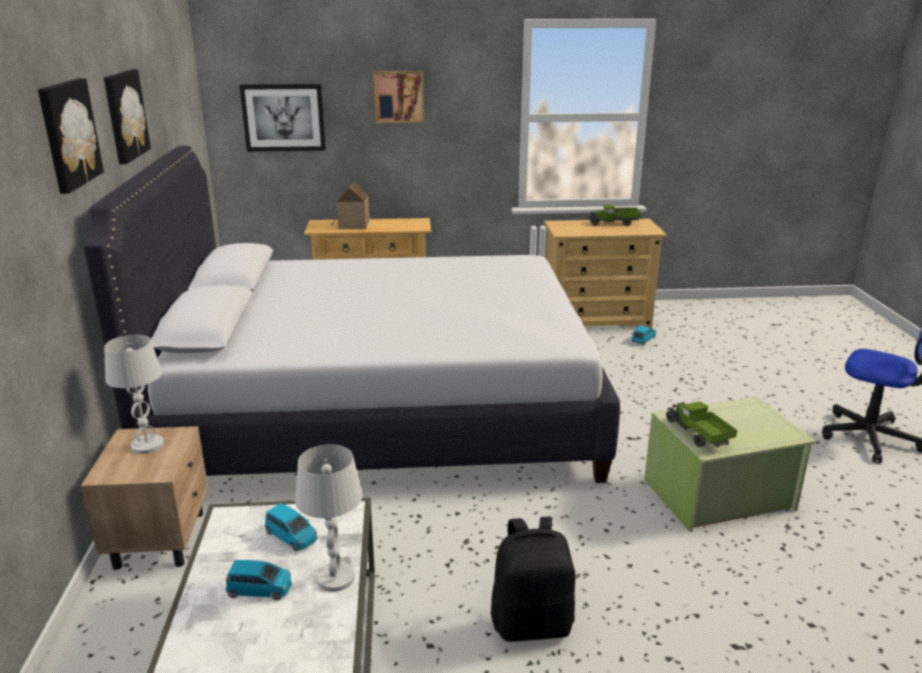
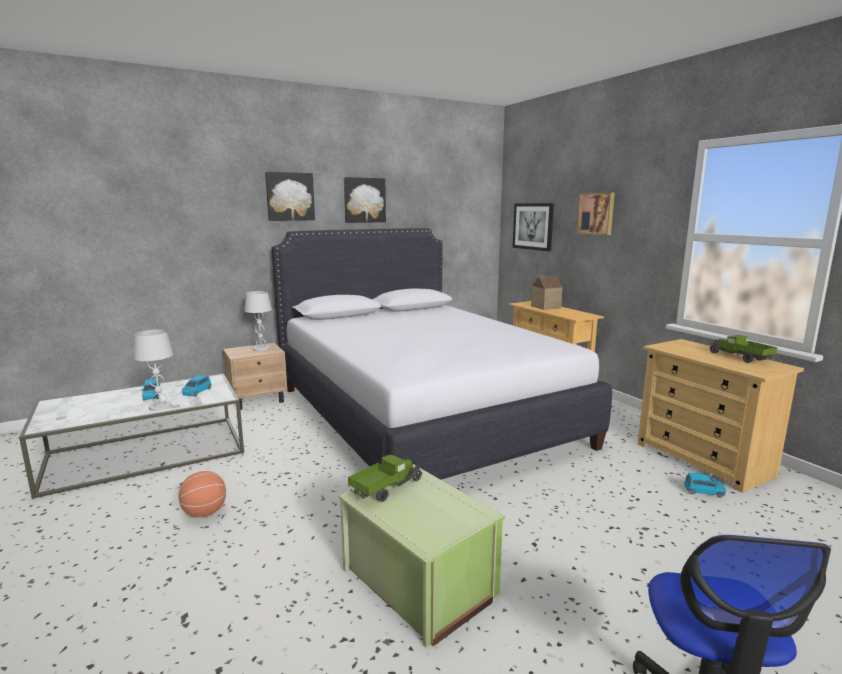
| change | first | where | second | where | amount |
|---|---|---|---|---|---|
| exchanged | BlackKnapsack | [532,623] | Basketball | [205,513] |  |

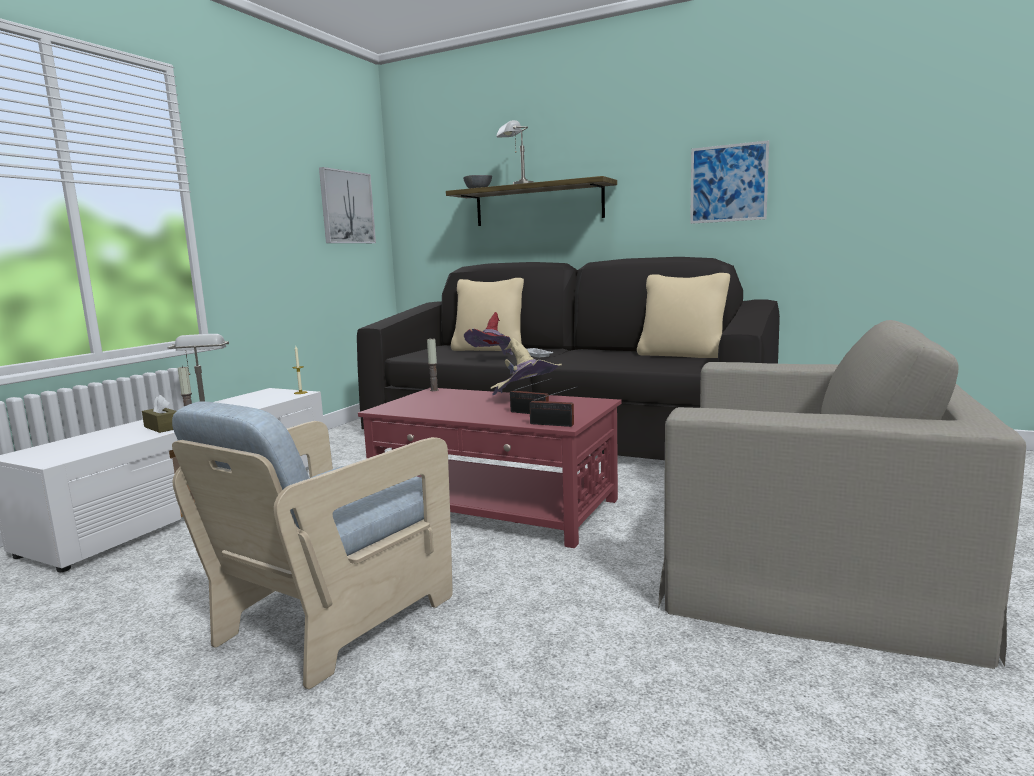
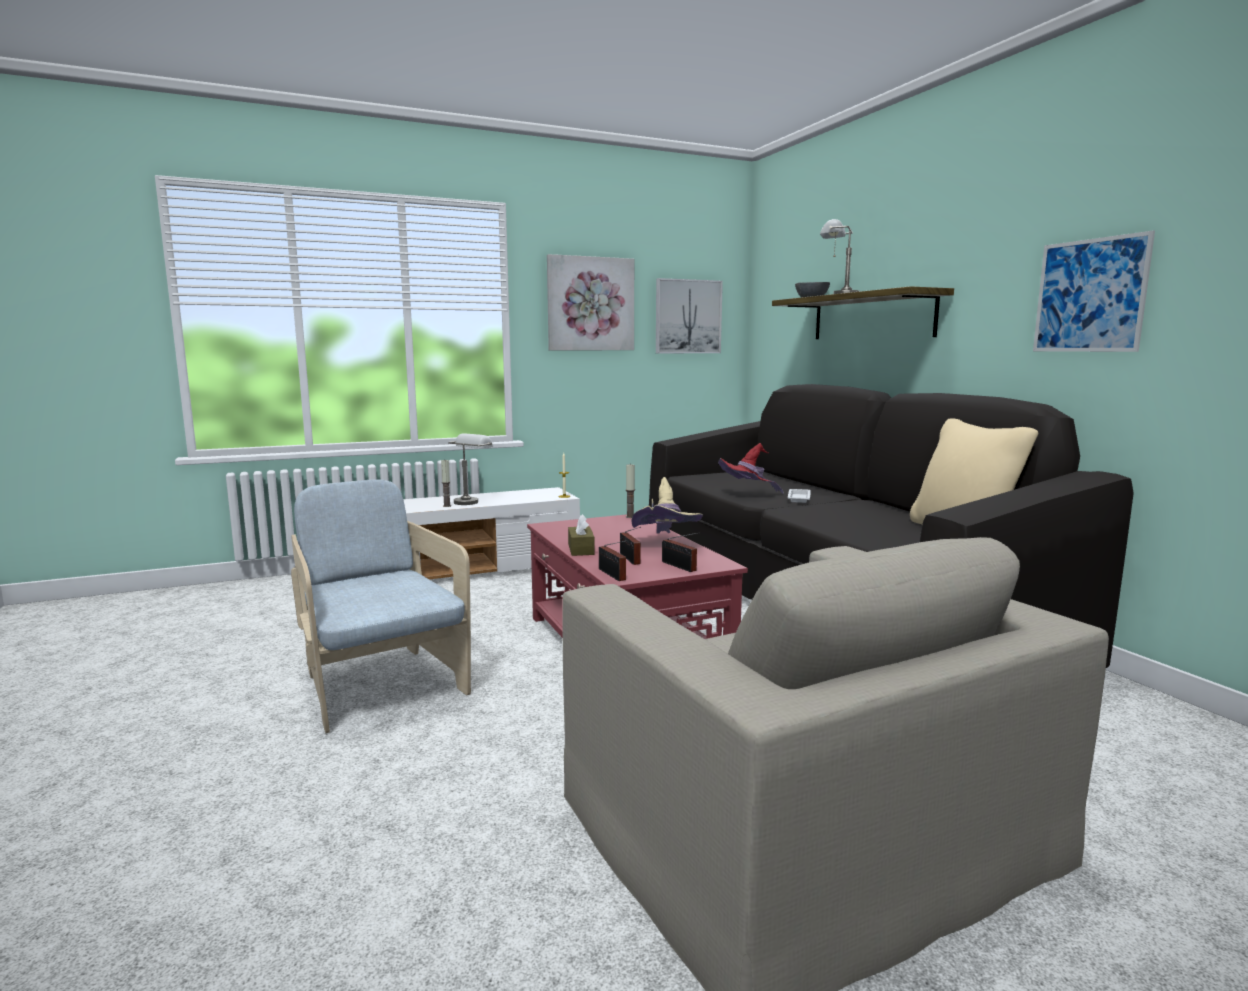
| change | first | where | second | where | amount |
|---|---|---|---|---|---|
| missing | BeigeColouredPillow | [489,349] |  |  |  |
| appeared |  |  | Picture | [590,304] |  |
| appeared |  |  | Radio | [680,567] |  |
| relocated | BrownTissueHolder | [162,427] |  | [581,549] |  |
| spun | BeigeColouredArmchair | [335,617] |  | [381,685] | 75 degrees clockwise |

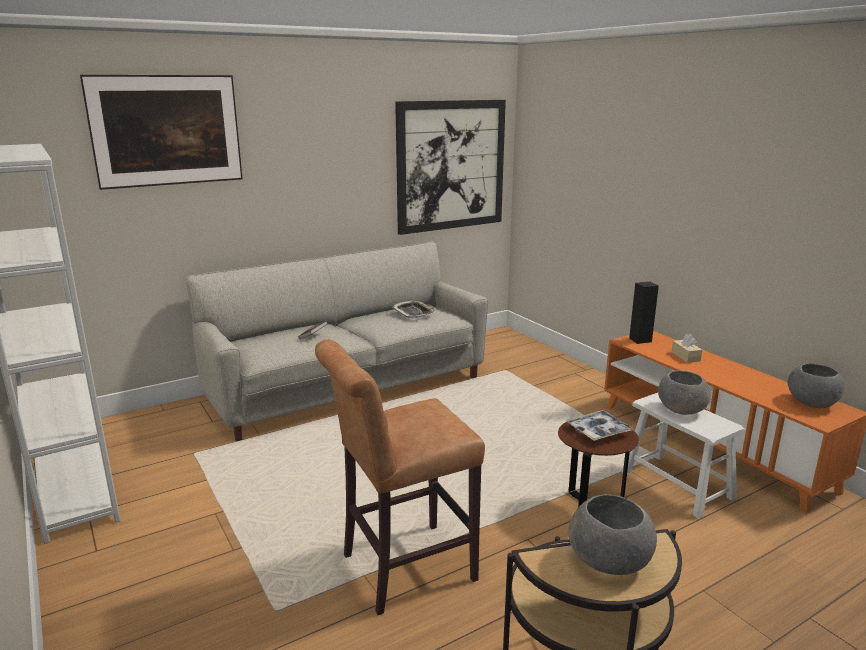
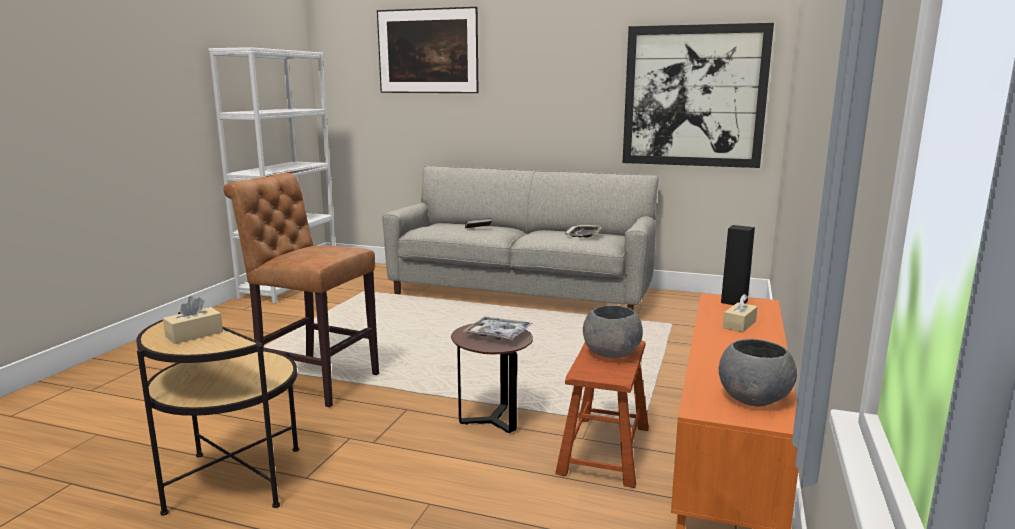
| change | first | where | second | where | amount |
|---|---|---|---|---|---|
| exchanged | GreyBowl | [607,561] | BeigeColouredTissueHolder | [194,334] |  |
| colour | WhitishStoolSeat | [677,484] | BrownStoolSeat | [604,449] |  |

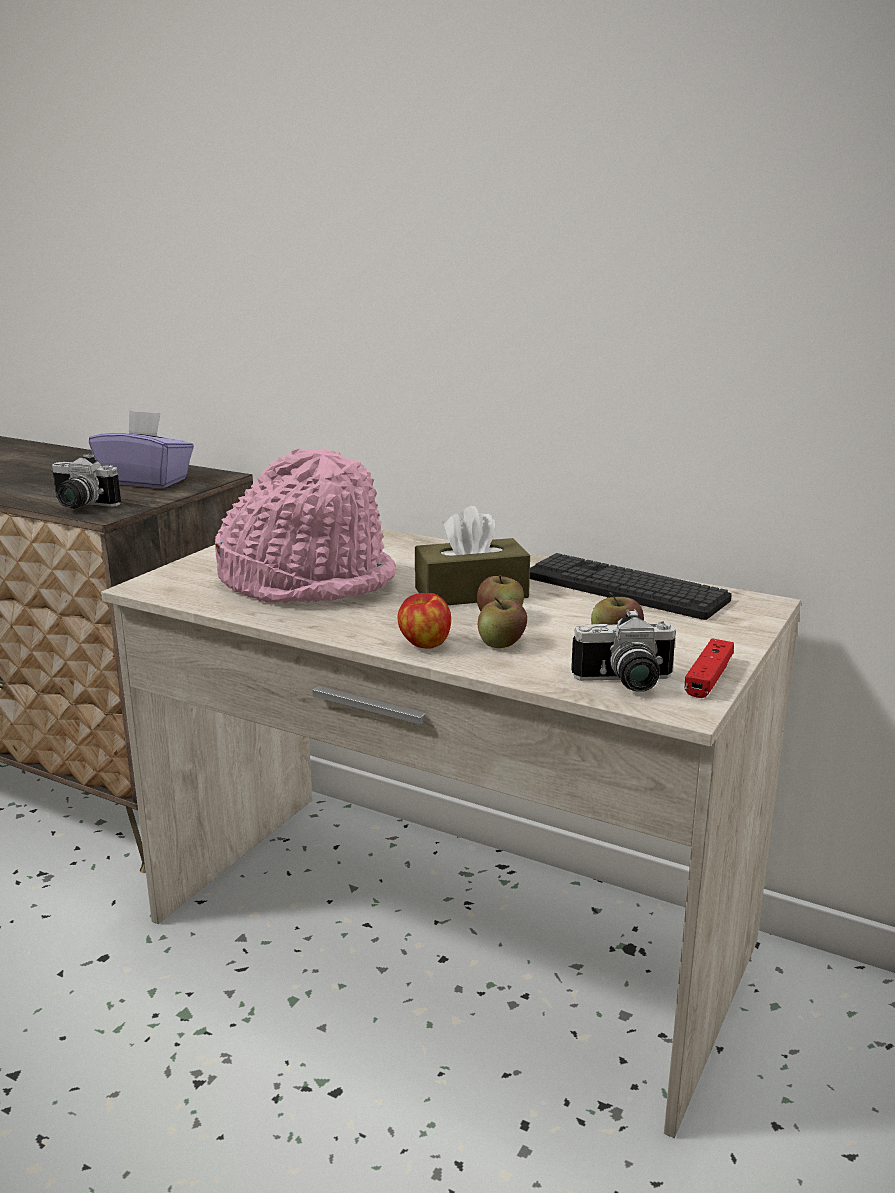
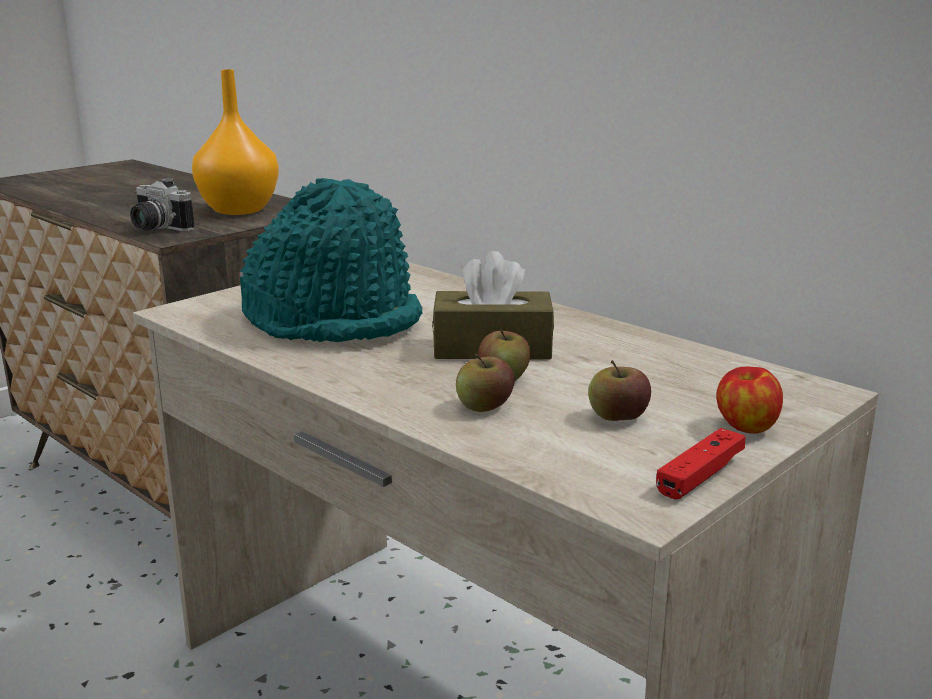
| change | first | where | second | where | amount |
|---|---|---|---|---|---|
| missing | Keyboard | [625,588] |  |  |  |
| missing | PhotoCamera | [626,683] |  |  |  |
| relocated | Apple | [424,644] |  | [745,427] |  |
| exchanged | PurpleColouredTissueHolder | [146,481] | OrangeyVase | [237,210] |  |
| colour | PinkHat | [309,581] | TurquoiseColouredHat | [334,320] |  |

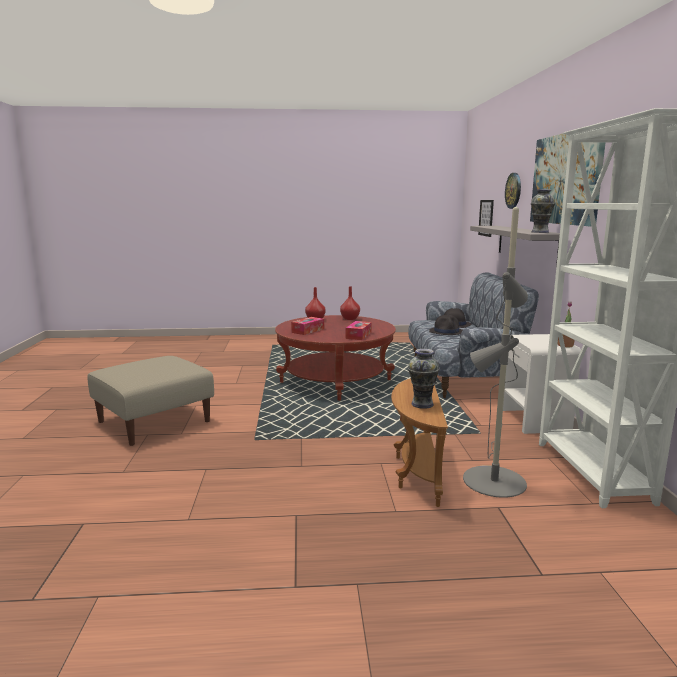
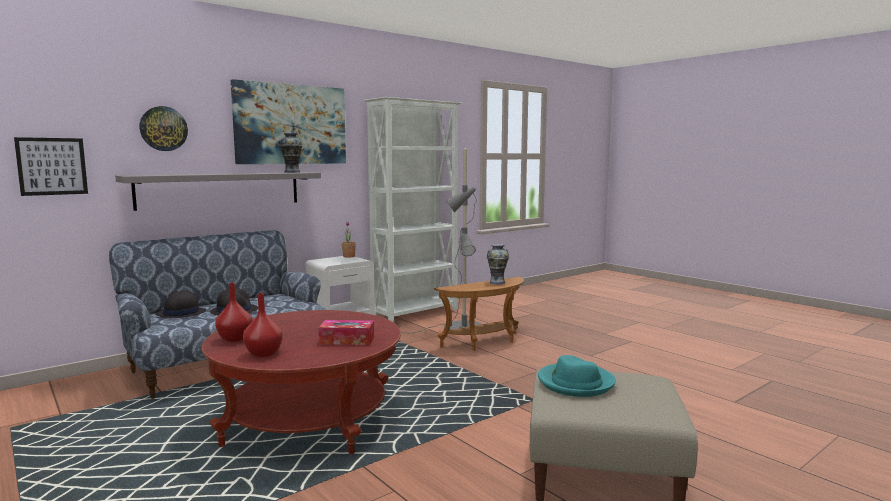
| change | first | where | second | where | amount |
|---|---|---|---|---|---|
| missing | TissueHolder | [358,335] |  |  |  |
| appeared |  |  | TurquoiseColouredHat | [575,383] |  |

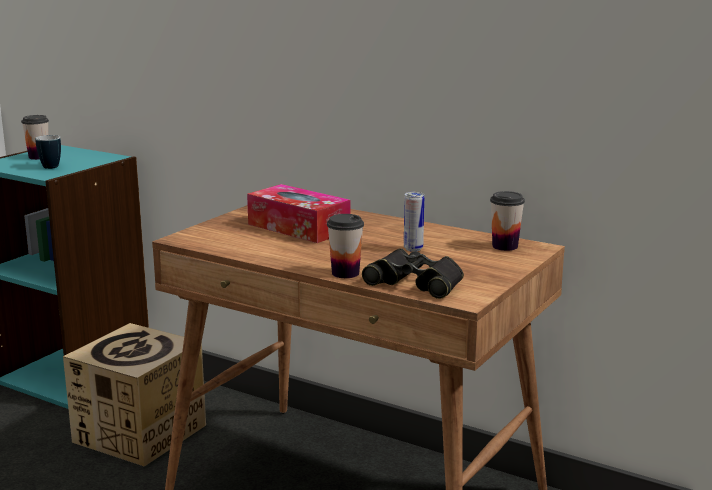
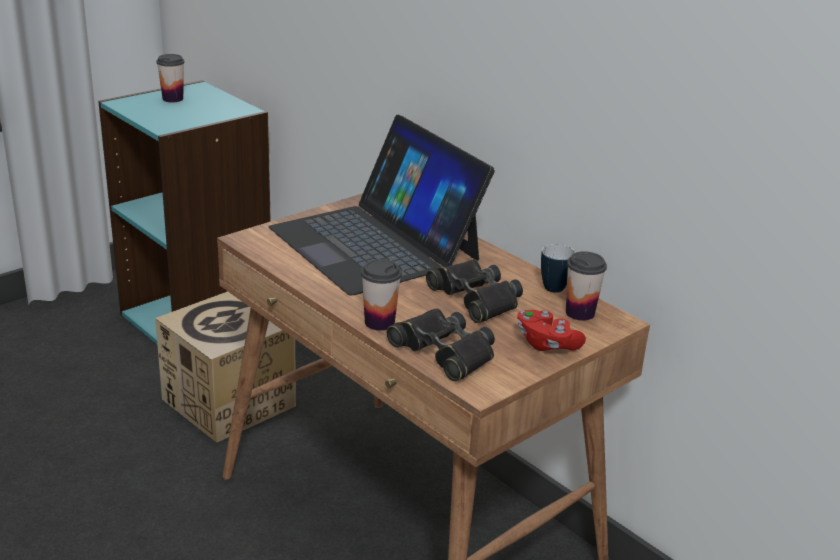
| change | first | where | second | where | amount |
|---|---|---|---|---|---|
| appeared |  |  | RedColouredJoypad | [546,344] |  |
| relocated | TeaMug | [50,166] |  | [553,285] |  |
| exchanged | TissueHolder | [298,227] | PortableComputer | [375,243] |  |
| exchanged | Can | [413,249] | BlackBinoculars | [475,298] |  |

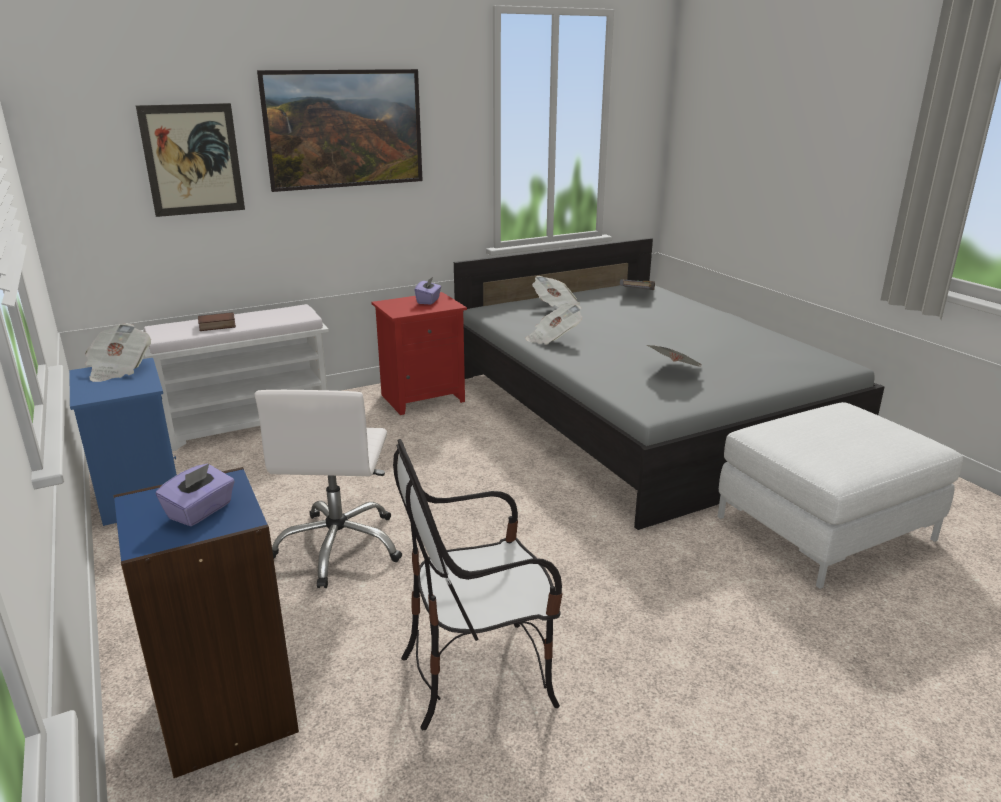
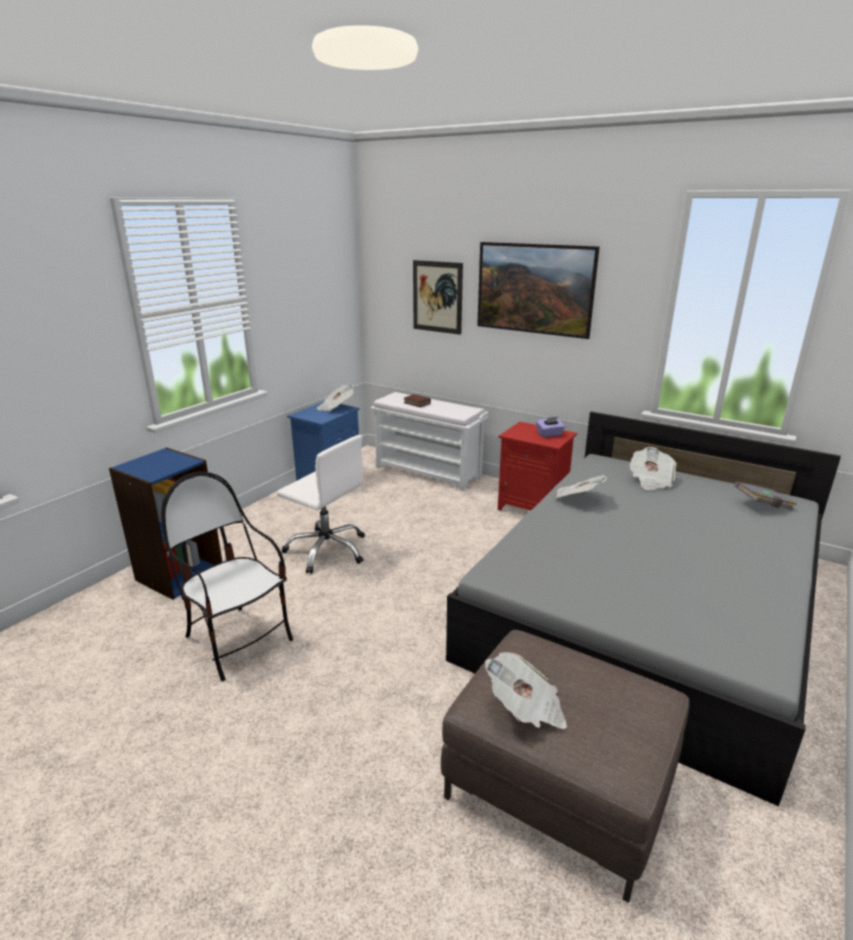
| change | first | where | second | where | amount |
|---|---|---|---|---|---|
| missing | PurpleColouredTissueHolder | [201,511] |  |  |  |
| relocated | PrintedPaper | [675,371] |  | [525,708] |  |
| colour | WhitishFootrest | [824,528] | BrownFootrest | [559,785] |  |
| spun | WhitishComputerChair | [339,546] |  | [327,550] | 120 degrees counterclockwise |

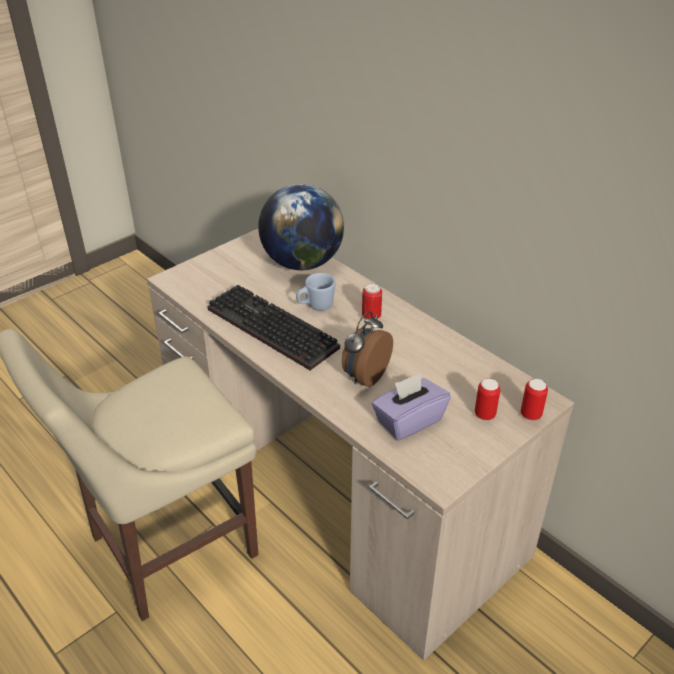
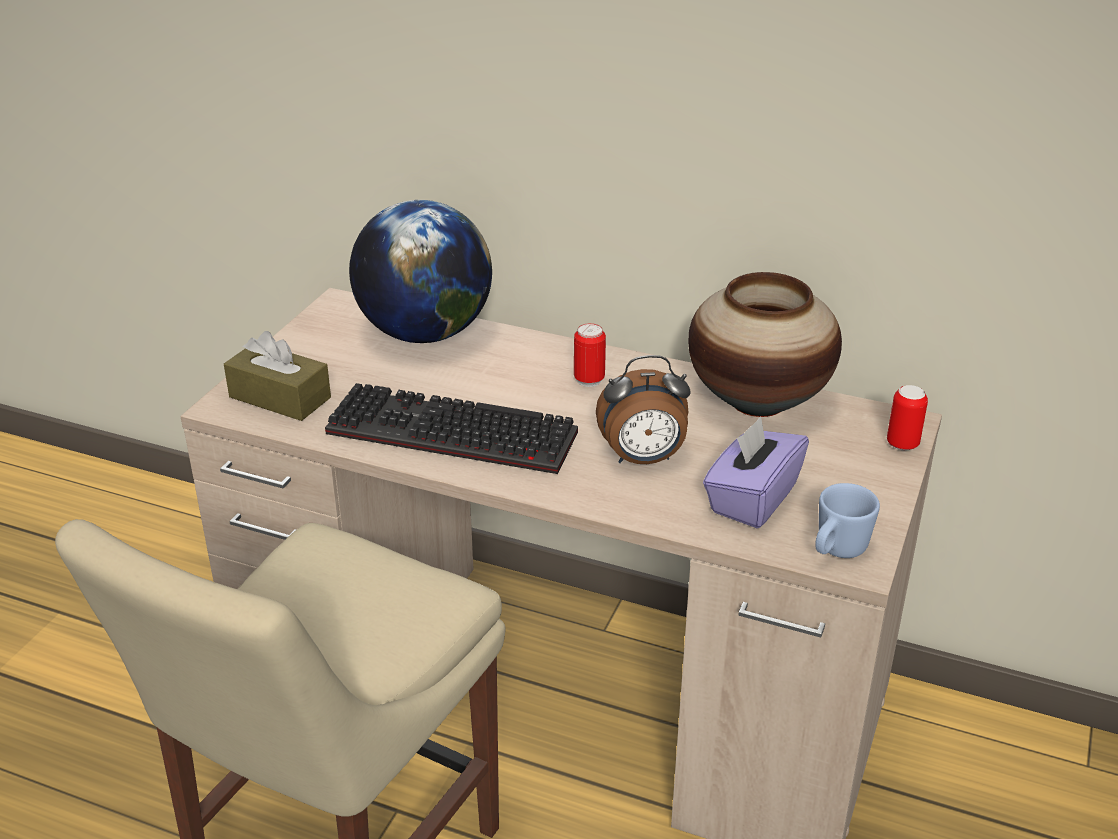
| change | first | where | second | where | amount |
|---|---|---|---|---|---|
| missing | Can | [484,414] |  |  |  |
| appeared |  |  | BrownTissueHolder | [280,397] |  |
| appeared |  |  | Vase | [757,402] |  |
| relocated | BlueTeaMug | [315,306] |  | [836,551] |  |
| spun | TableClock | [364,376] |  | [643,459] | 105 degrees counterclockwise |

